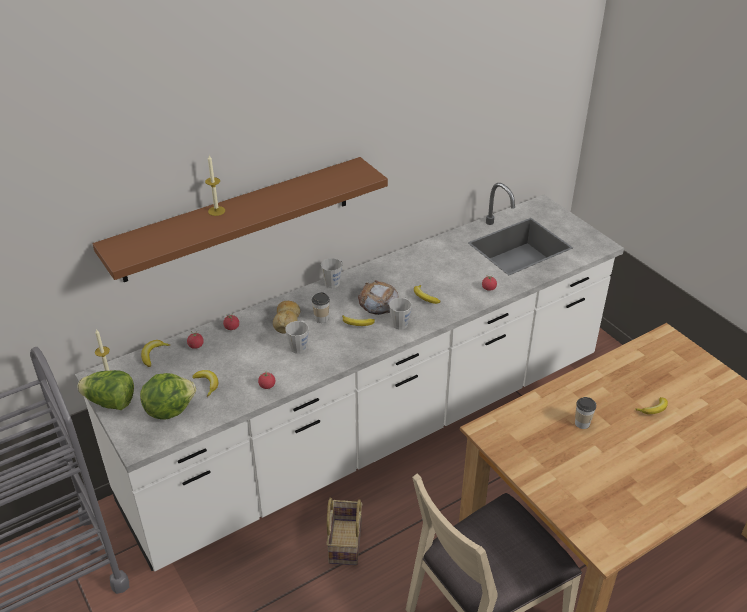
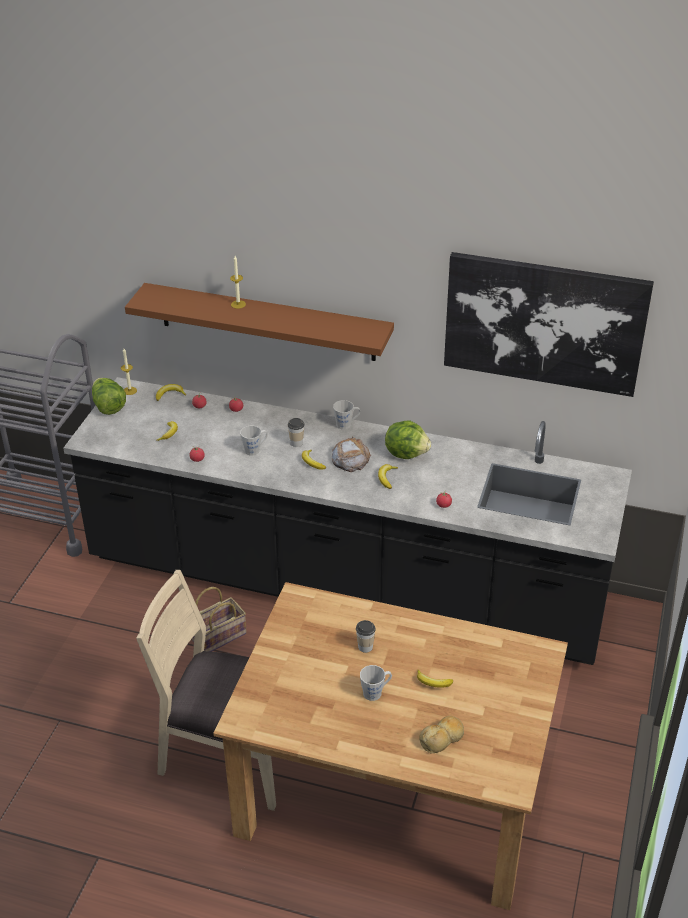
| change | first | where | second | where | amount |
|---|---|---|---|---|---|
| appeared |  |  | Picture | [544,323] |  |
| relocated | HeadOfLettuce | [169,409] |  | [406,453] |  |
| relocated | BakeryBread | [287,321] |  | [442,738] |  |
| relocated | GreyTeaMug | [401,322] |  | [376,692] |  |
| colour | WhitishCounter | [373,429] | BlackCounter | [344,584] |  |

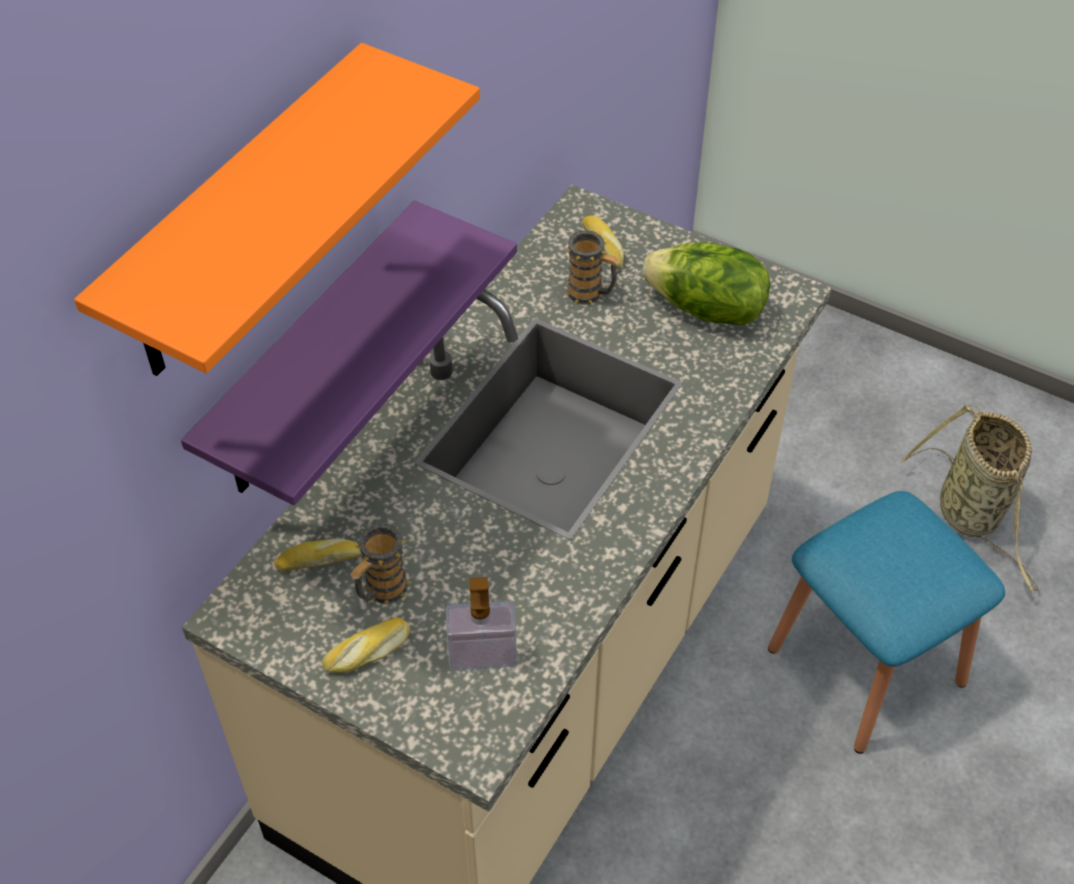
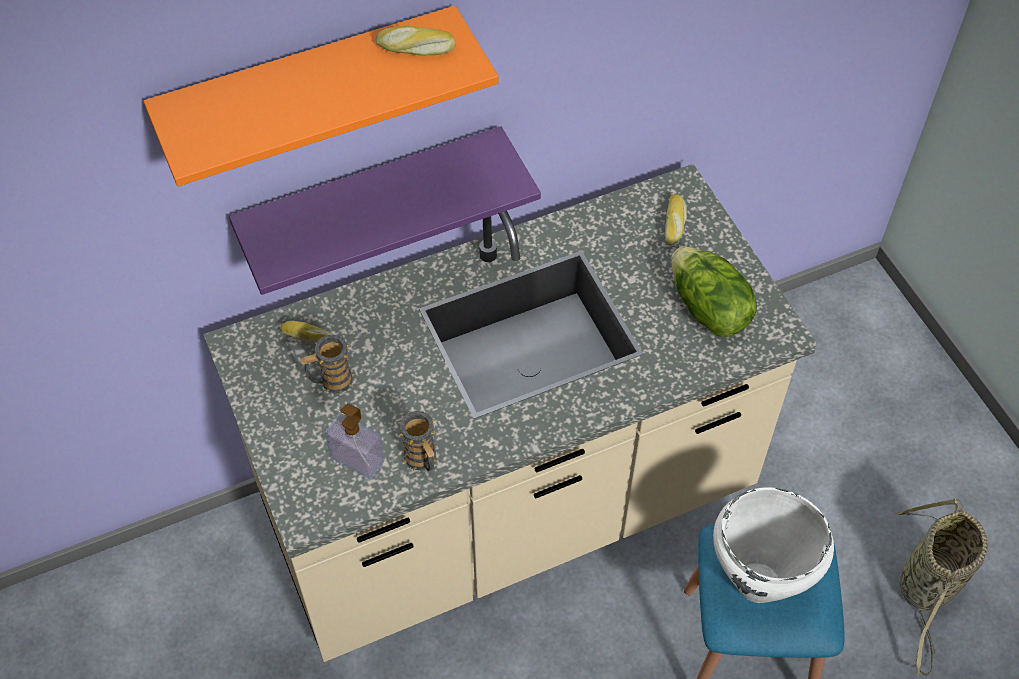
| change | first | where | second | where | amount |
|---|---|---|---|---|---|
| appeared |  |  | WhitishCookingPot | [758,584] |  |
| relocated | BakeryBread | [368,653] |  | [415,48] |  |
| relocated | TeaMug | [591,294] |  | [423,461] |  |

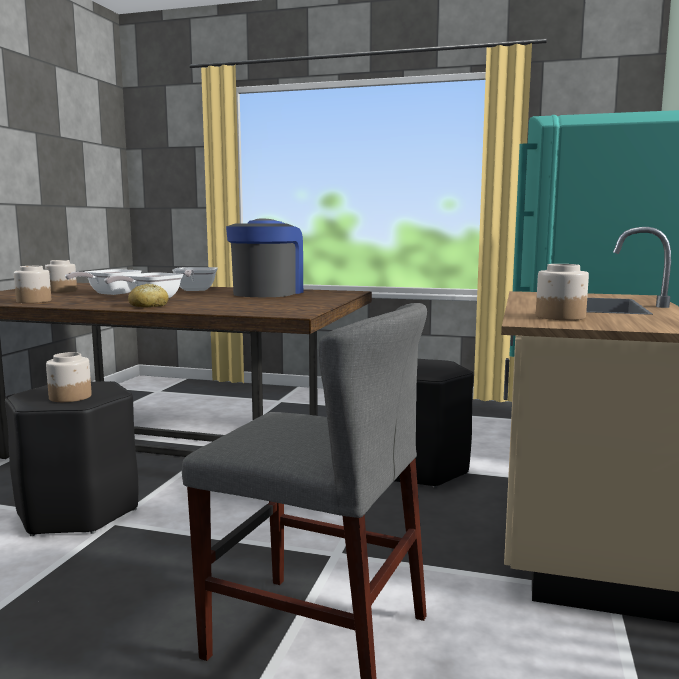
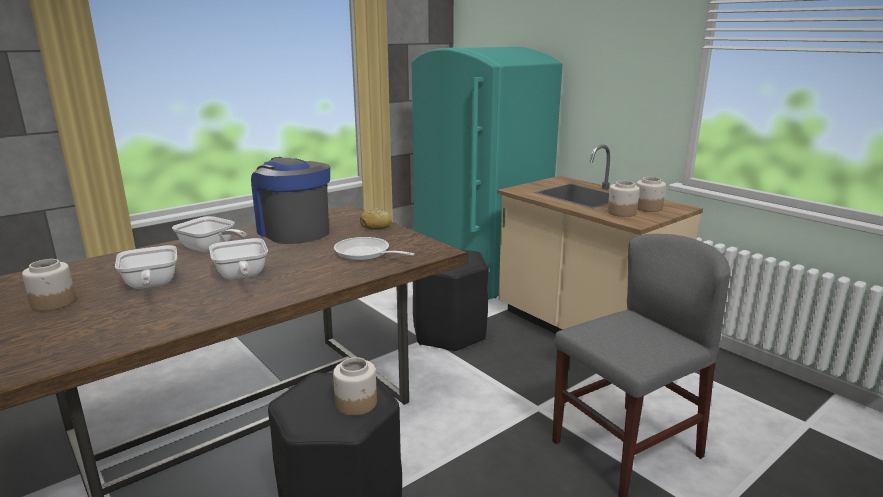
| change | first | where | second | where | amount |
|---|---|---|---|---|---|
| appeared |  |  | Skillet | [366,254] |  |
| relocated | StorageJar | [33,301] |  | [647,208] |  |
| relocated | BakeryBread | [148,305] |  | [376,226] |  |

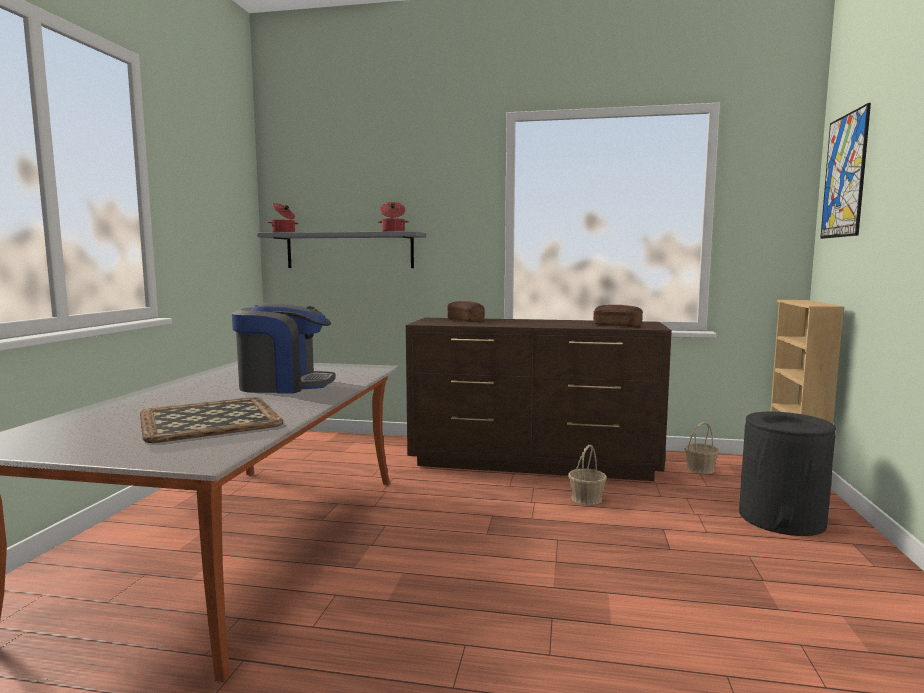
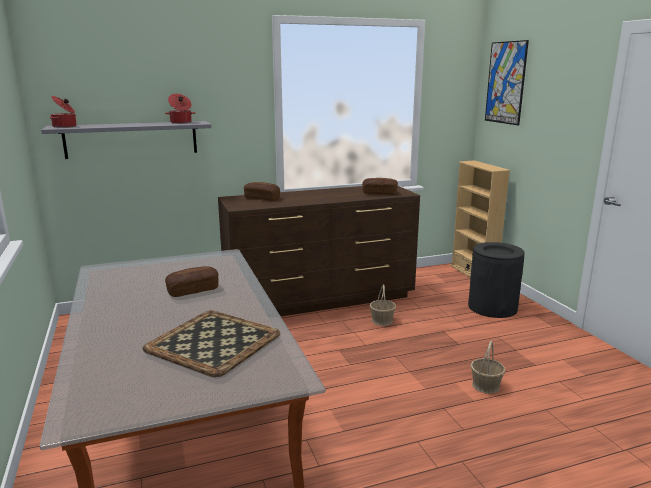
| change | first | where | second | where | amount |
|---|---|---|---|---|---|
| relocated | StorageBasket | [700,469] |  | [486,385] |  |
| exchanged | CoffeeMachine | [284,385] | BakeryBread | [193,290] |  |

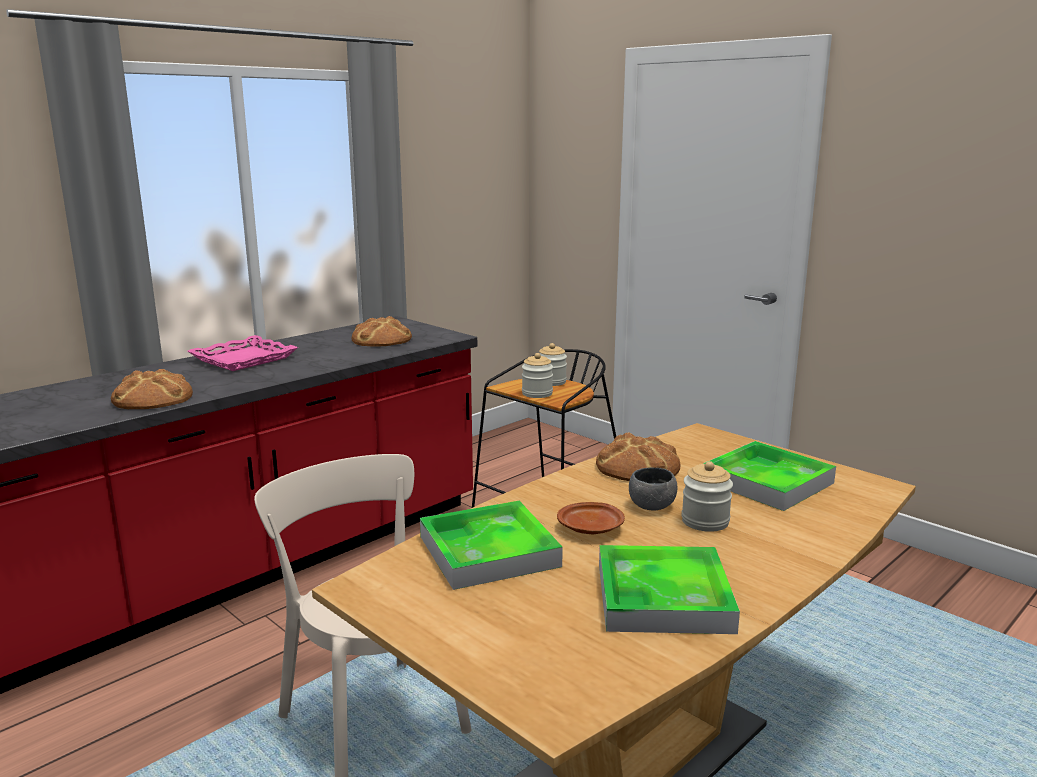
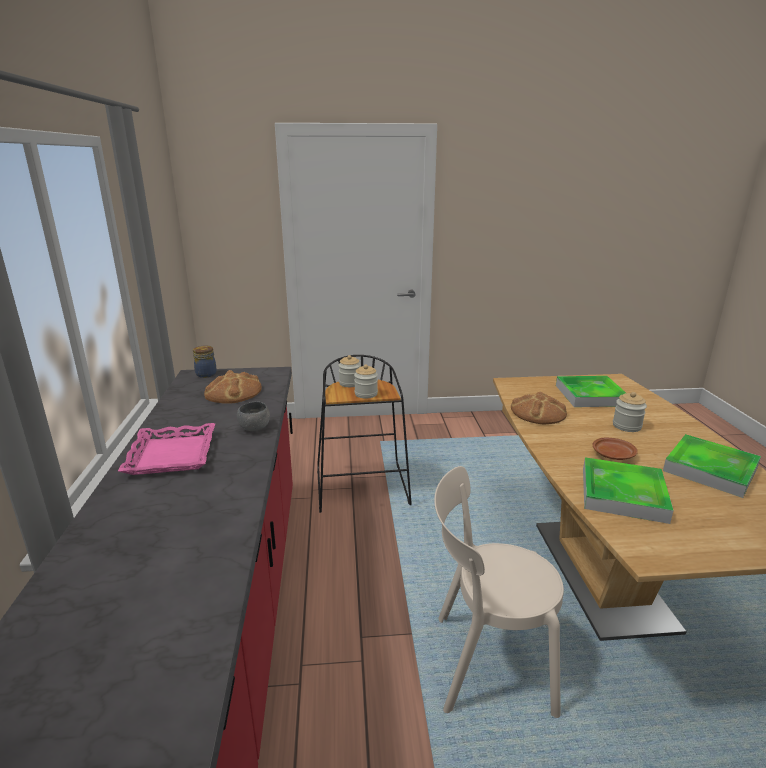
| change | first | where | second | where | amount |
|---|---|---|---|---|---|
| missing | BakeryBread | [152,398] |  |  |  |
| appeared |  |  | StorageJar | [205,374] |  |
| relocated | GreyBowl | [651,506] |  | [254,428] |  |

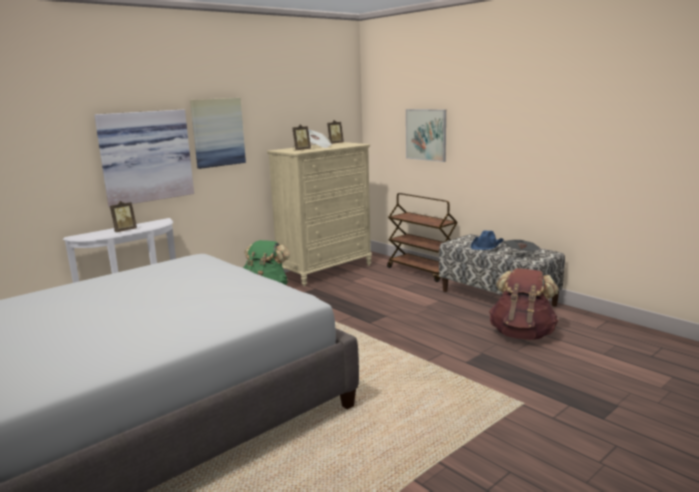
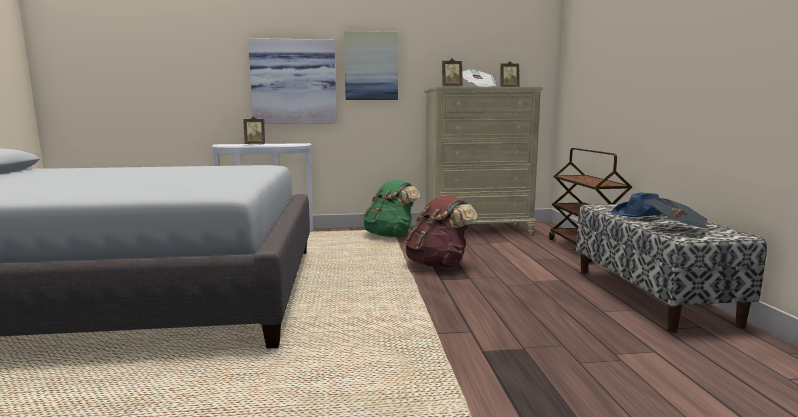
| change | first | where | second | where | amount |
|---|---|---|---|---|---|
| missing | Picture | [426,134] |  |  |  |
| relocated | BrownKnapsack | [522,334] |  | [438,264] |  |

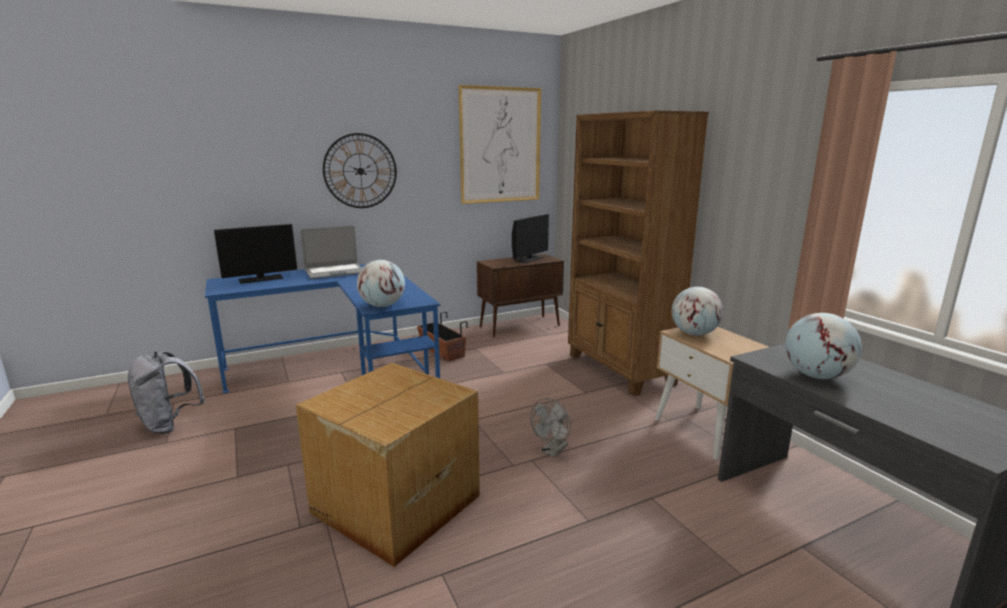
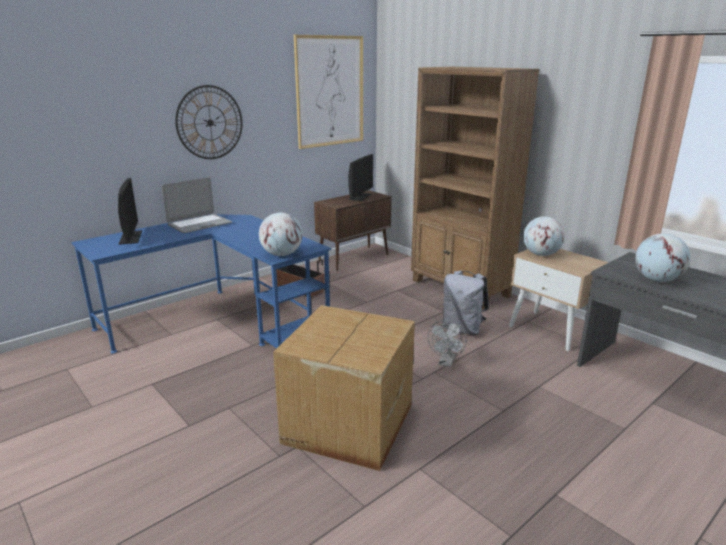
| change | first | where | second | where | amount |
|---|---|---|---|---|---|
| relocated | GreyKnapsack | [170,424] |  | [462,329] |  |
| spun | ComputerDisplay | [261,279] |  | [130,237] | 60 degrees counterclockwise |

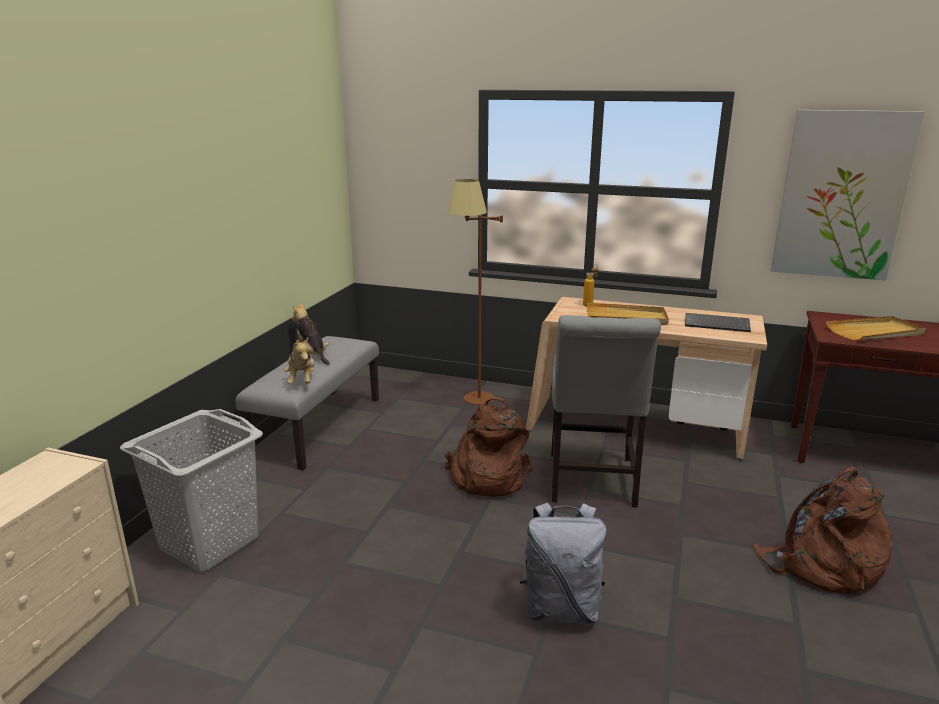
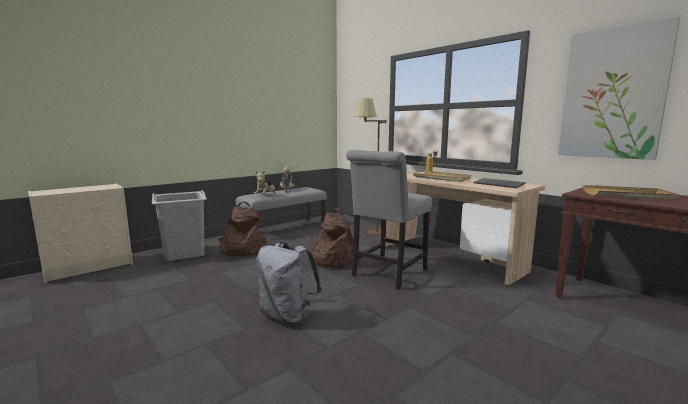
| change | first | where | second | where | amount |
|---|---|---|---|---|---|
| relocated | BrownKnapsack | [821,565] |  | [241,250] |  |

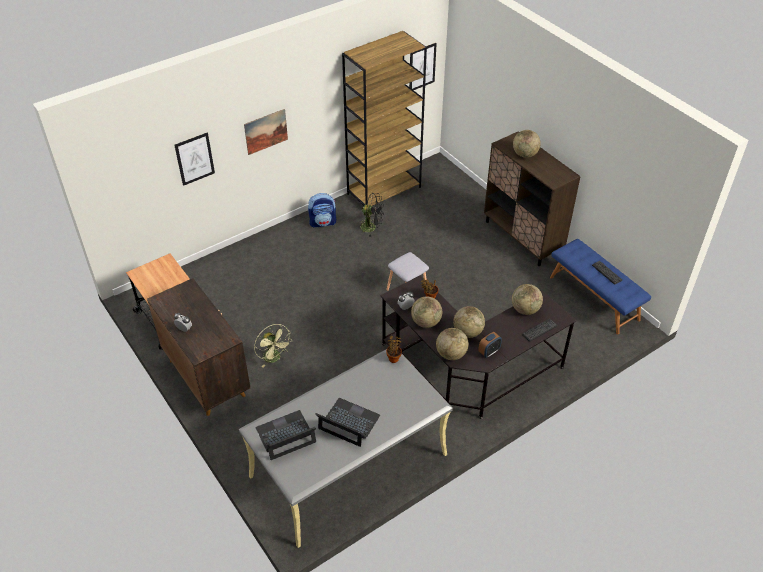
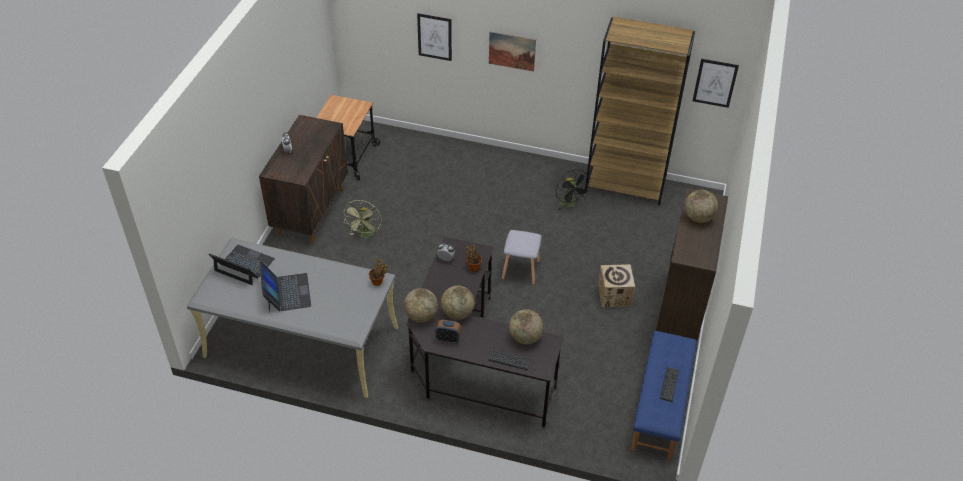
| change | first | where | second | where | amount |
|---|---|---|---|---|---|
| missing | Knapsack | [323,222] |  |  |  |
| missing | Globe | [426,322] |  |  |  |
| appeared |  |  | PackingBox | [614,295] |  |

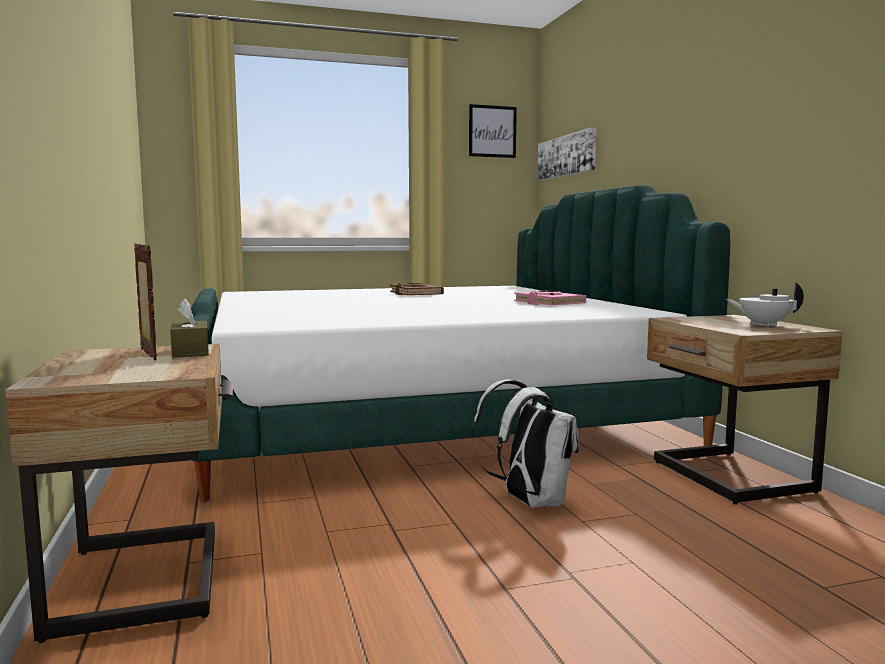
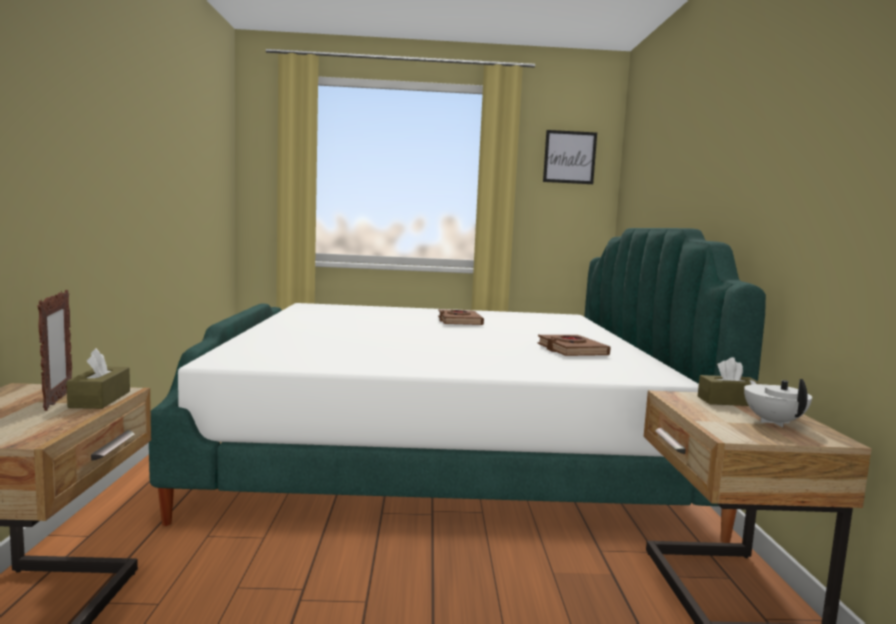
| change | first | where | second | where | amount |
|---|---|---|---|---|---|
| missing | WhitishKnapsack | [528,501] |  |  |  |
| missing | Picture | [567,155] |  |  |  |
| appeared |  |  | BrownTissueHolder | [728,401] |  |
| colour | PinkBoundBook | [549,303] | BrownBoundBook | [571,350] |  |
| spun | WhitishTeaPot | [763,325] |  | [773,422] | 60 degrees clockwise |

